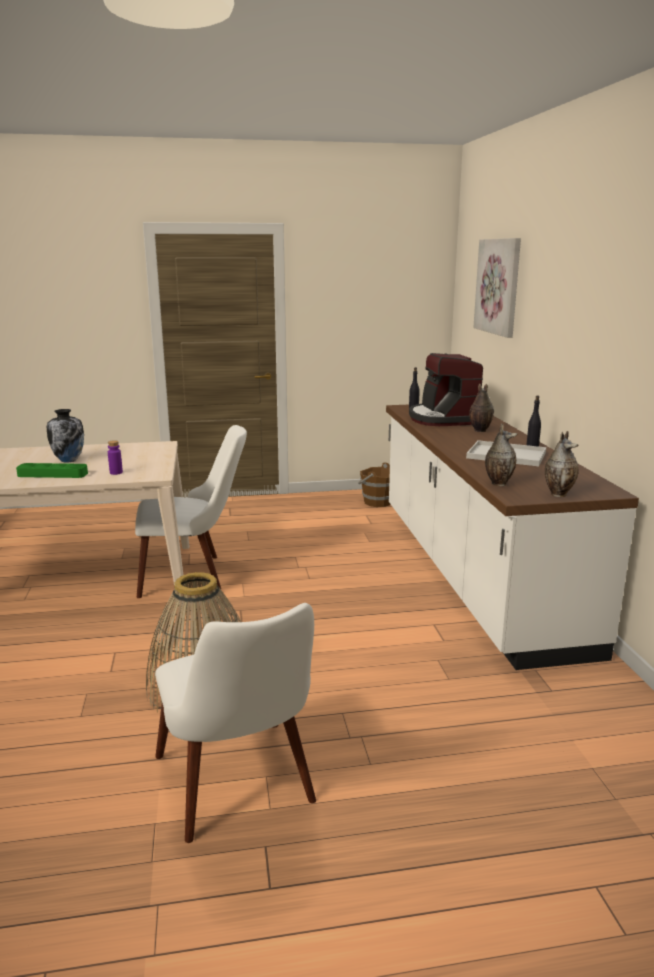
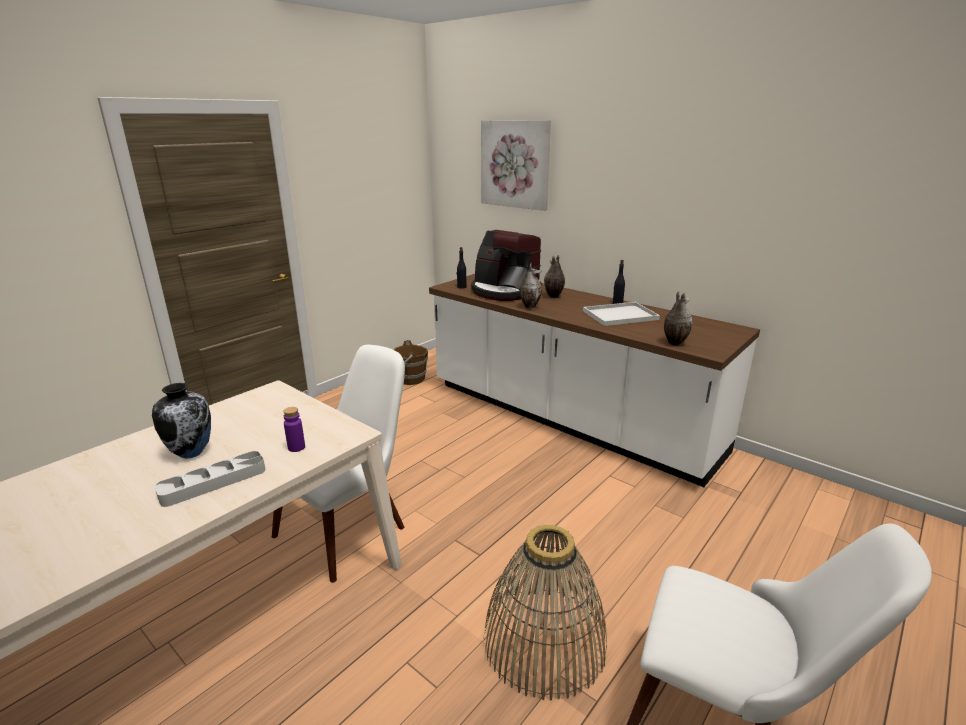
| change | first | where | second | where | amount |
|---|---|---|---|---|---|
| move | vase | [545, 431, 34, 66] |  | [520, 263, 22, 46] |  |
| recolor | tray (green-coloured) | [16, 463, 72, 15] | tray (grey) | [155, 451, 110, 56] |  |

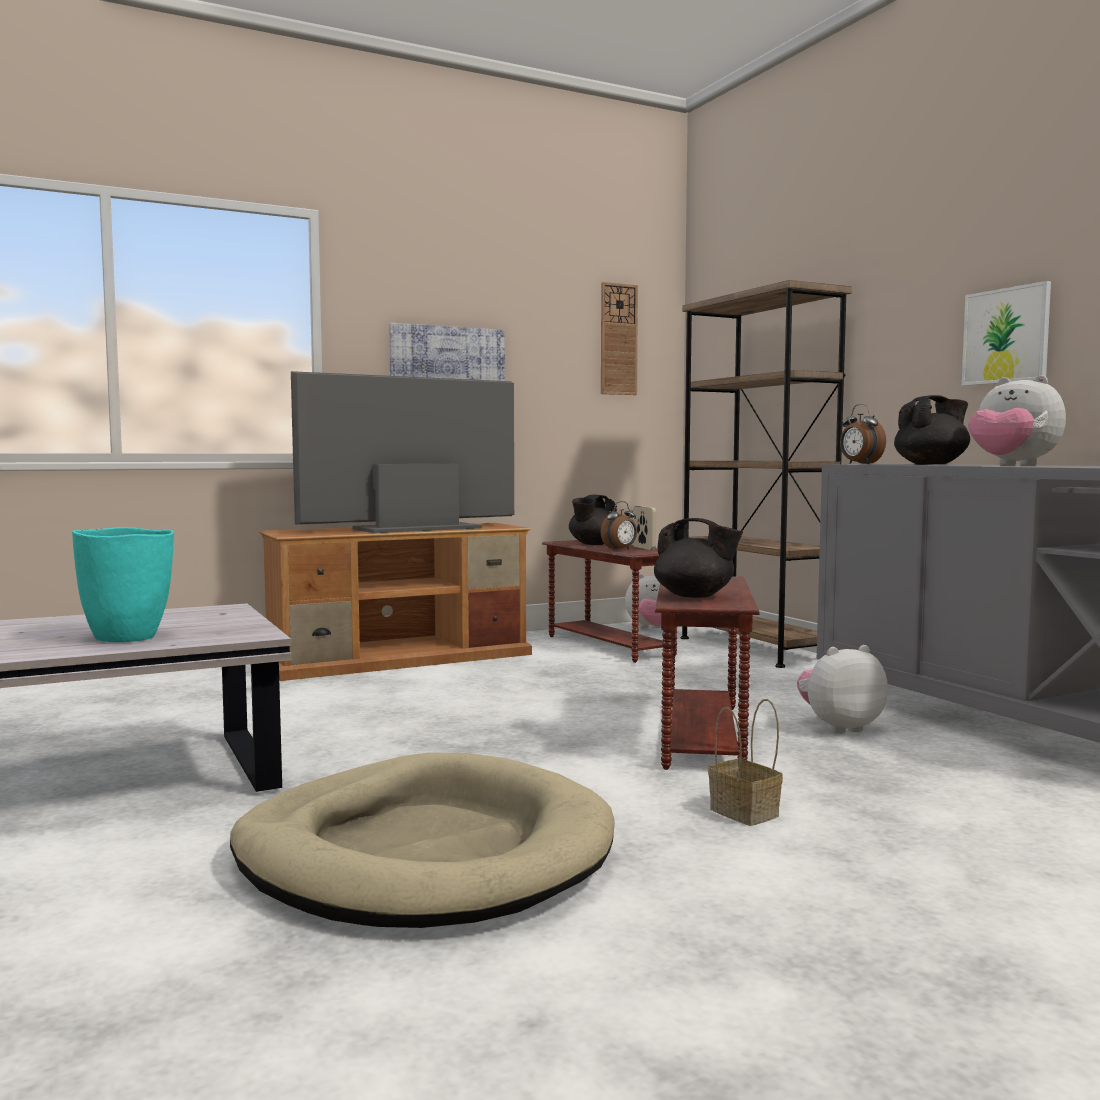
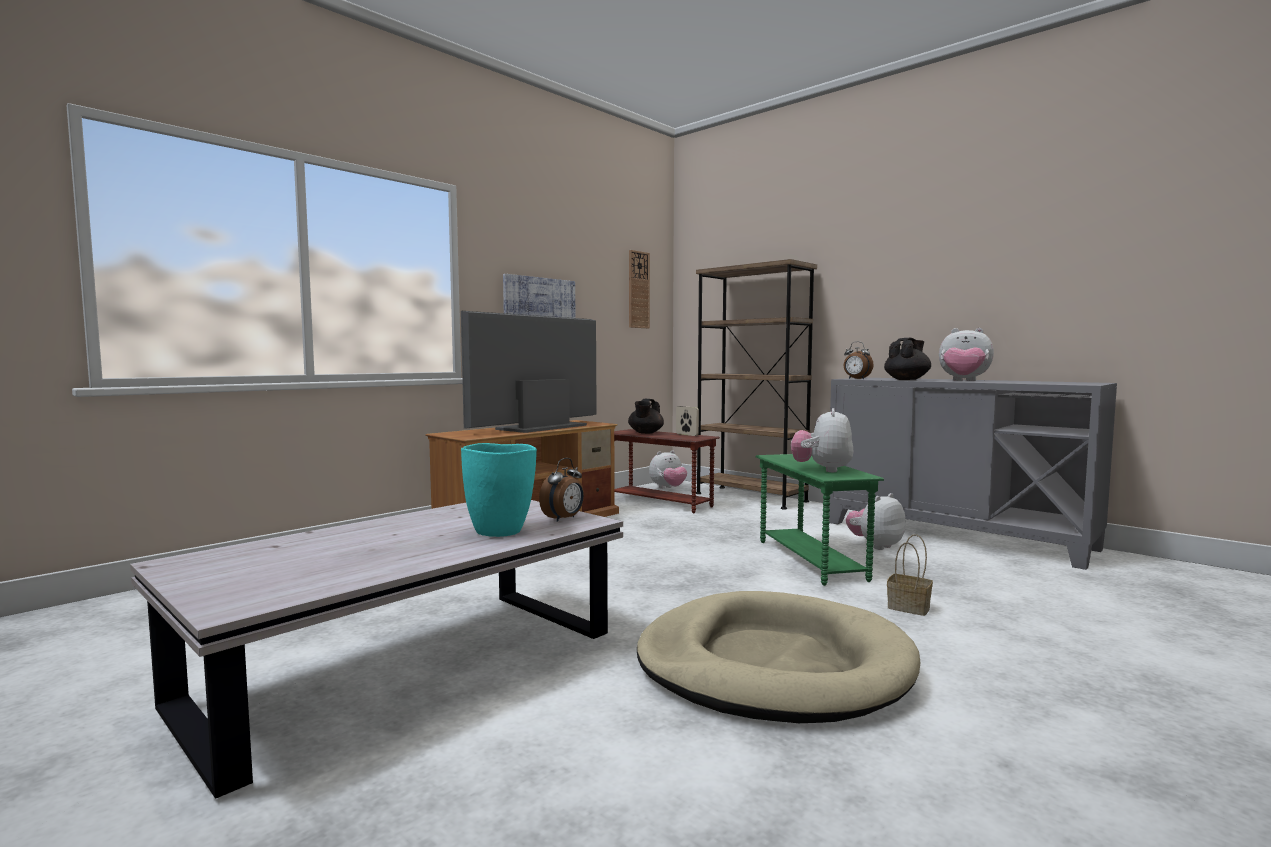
| change | first | where | second | where | amount |
|---|---|---|---|---|---|
| delete | picture | [962, 281, 89, 105] |  |  |  |
| move | bedside clock | [601, 501, 36, 49] |  | [539, 458, 45, 64] |  |
| replace | pot for tea (blackish) | [654, 518, 89, 80] | cuddly toy | [791, 408, 63, 64] |  |
| recolor | accent table (brownish) | [655, 576, 105, 194] | accent table (green-coloured) | [756, 454, 128, 132] |  |

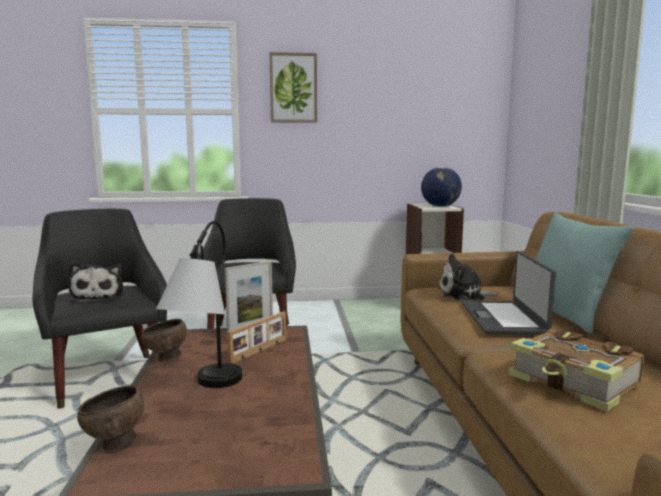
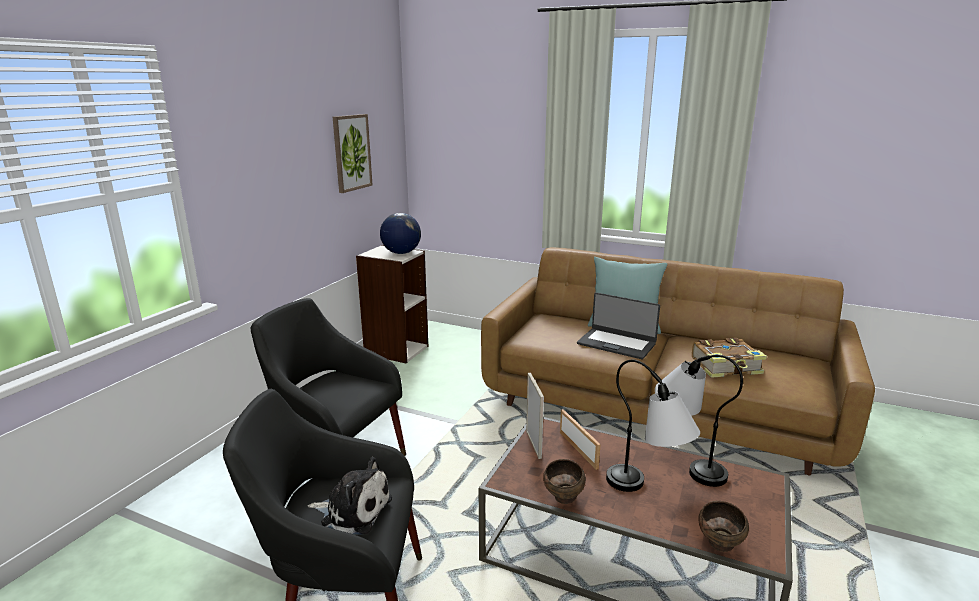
| change | first | where | second | where | amount |
|---|---|---|---|---|---|
| move | picture | [269, 52, 48, 71] |  | [333, 114, 40, 79] |  |
| delete | cuddly toy | [438, 254, 61, 47] |  |  |  |
| insert |  |  | table lamp | [655, 355, 88, 132] |  |

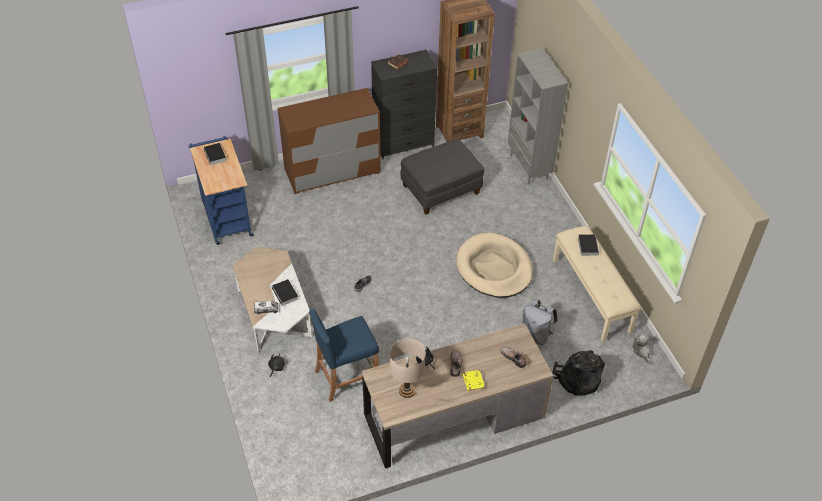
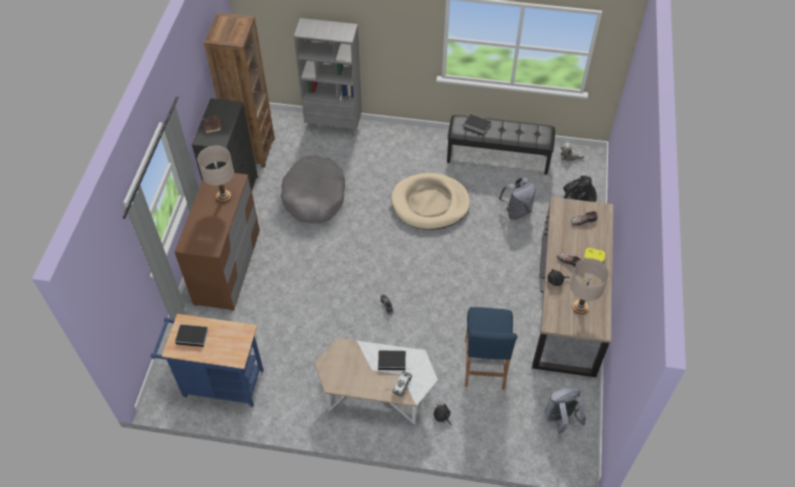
| change | first | where | second | where | amount |
|---|---|---|---|---|---|
| replace | pouffe (grey) | [400, 139, 84, 76] | dog cushion (grey) | [281, 156, 64, 67] |  |
| recolor | long seat (beige-coloured) | [553, 226, 88, 116] | long seat (blackish) | [447, 115, 108, 60] |  |
| insert |  |  | table lamp (beige-coloured) | [197, 145, 37, 58] |  |
| insert |  |  | backpack (grey) | [545, 386, 41, 49] |  |

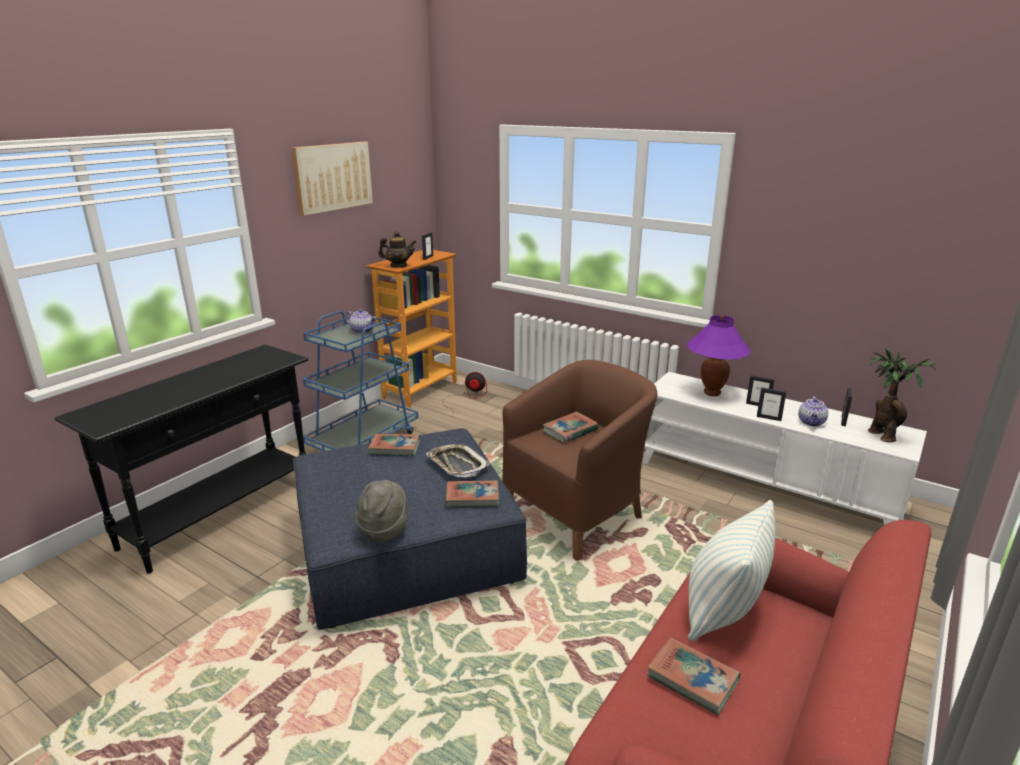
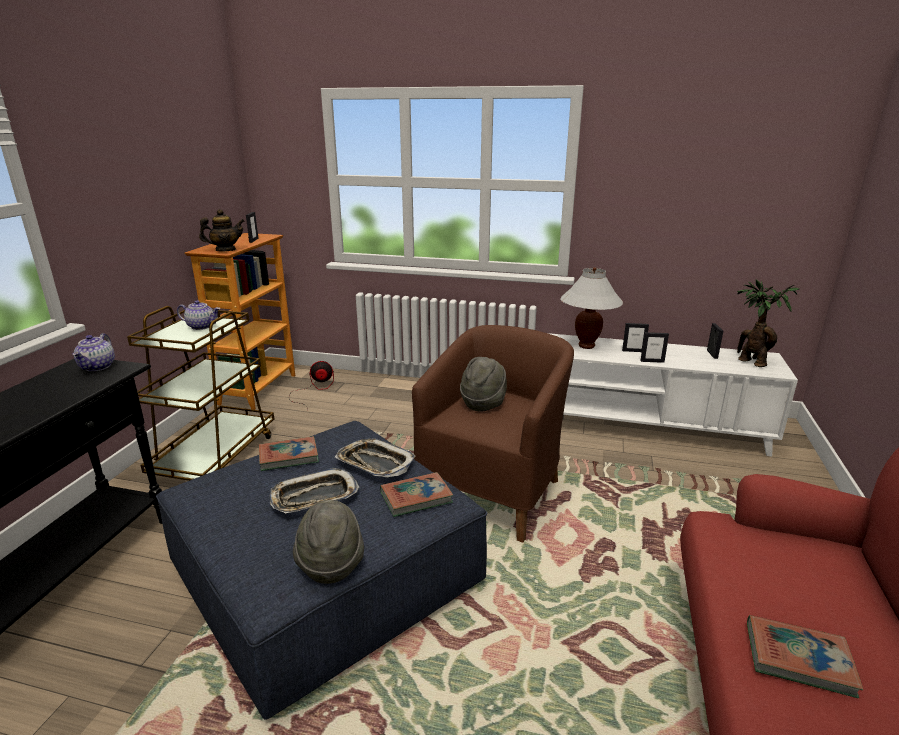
| change | first | where | second | where | amount |
|---|---|---|---|---|---|
| delete | picture | [292, 141, 81, 75] |  |  |  |
| recolor | trolley (blue-coloured) | [303, 311, 115, 140] | trolley (brownish) | [127, 306, 147, 175] |  |
| recolor | table lamp (purple-coloured) | [686, 315, 65, 81] | table lamp (white-coloured) | [560, 268, 63, 81] |  |
| move | pot for tea | [798, 396, 30, 30] |  | [73, 333, 42, 38] |  |
| replace | volume | [543, 412, 56, 31] | clothing hat (grey) | [460, 357, 47, 55] |  |
| delete | throw pillow | [688, 500, 87, 142] |  |  |  |
| insert |  |  | tray | [270, 468, 89, 45] |  |

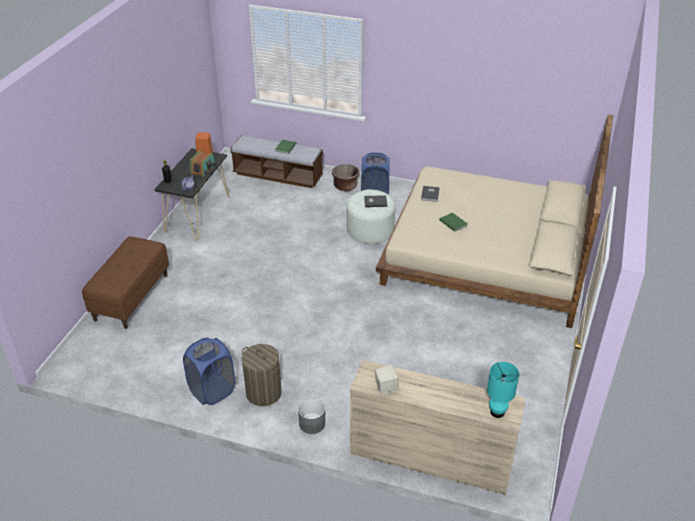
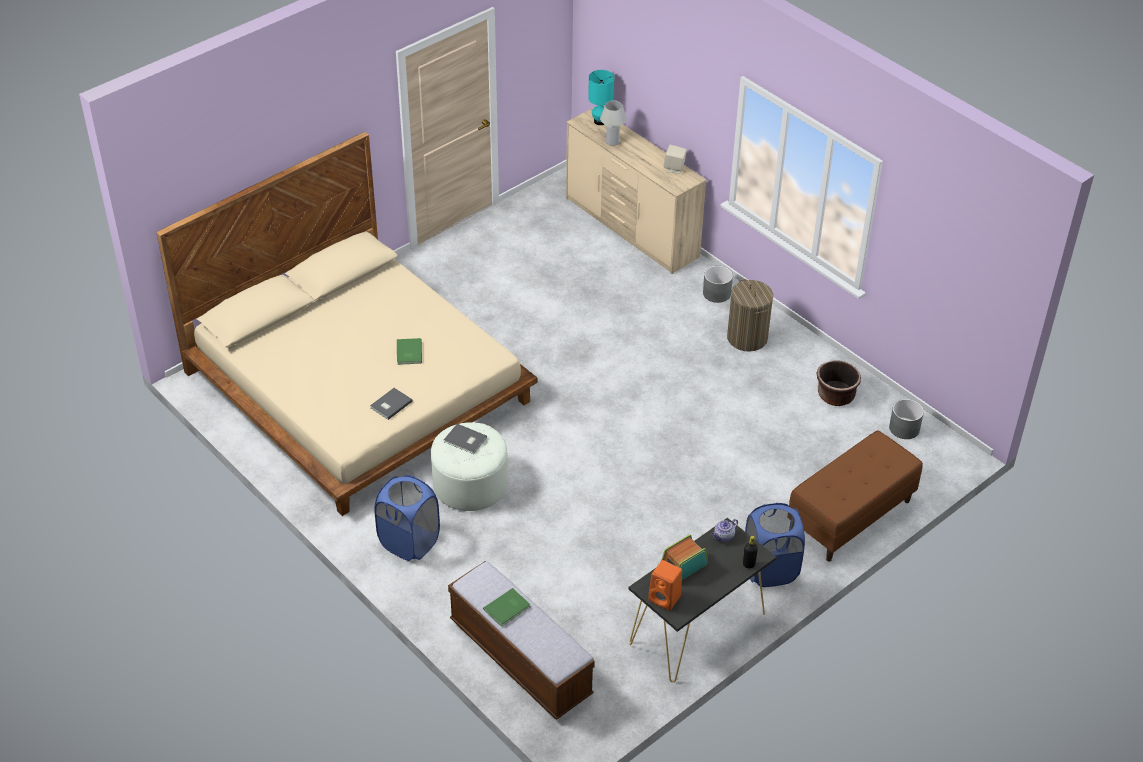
| change | first | where | second | where | amount |
|---|---|---|---|---|---|
| move | plant pot (brownish) | [332, 164, 28, 27] |  | [817, 361, 44, 45] |  |
| move | washing basket (blue-coloured) | [183, 338, 52, 67] |  | [745, 503, 60, 84] |  |
| insert |  |  | table lamp (white-coloured) | [600, 101, 27, 45] |  |
| insert |  |  | plant pot (grey) | [889, 399, 35, 40] |  |

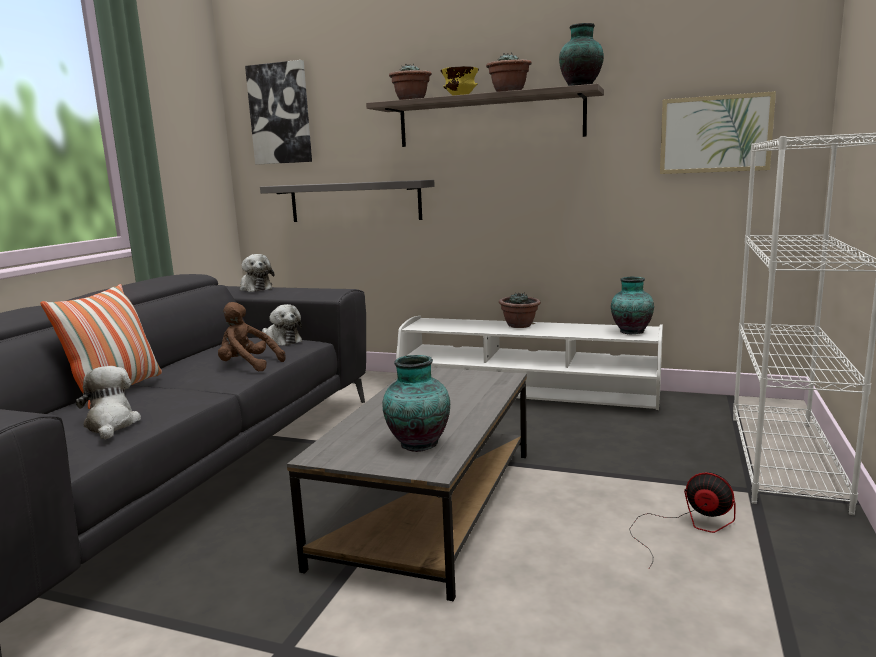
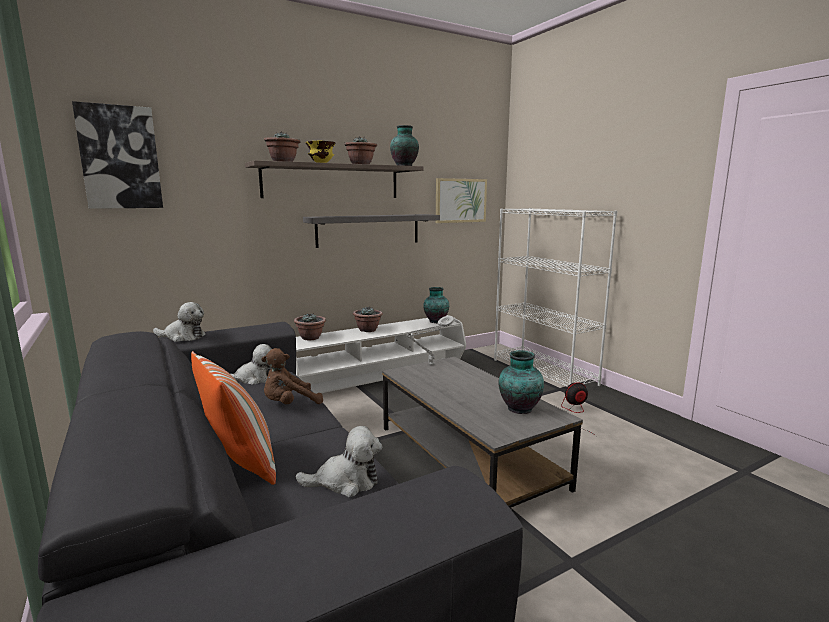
| change | first | where | second | where | amount |
|---|---|---|---|---|---|
| move | bracket shelf (grey) | [260, 180, 175, 42] |  | [303, 214, 137, 34] |  |
| rotate | cuddly toy | [76, 366, 65, 74] |  | [295, 426, 87, 71] | 150 degrees clockwise |
| insert |  |  | houseplant | [294, 313, 32, 27] |  |
| insert |  |  | table lamp (grey) | [407, 316, 47, 49] |  |

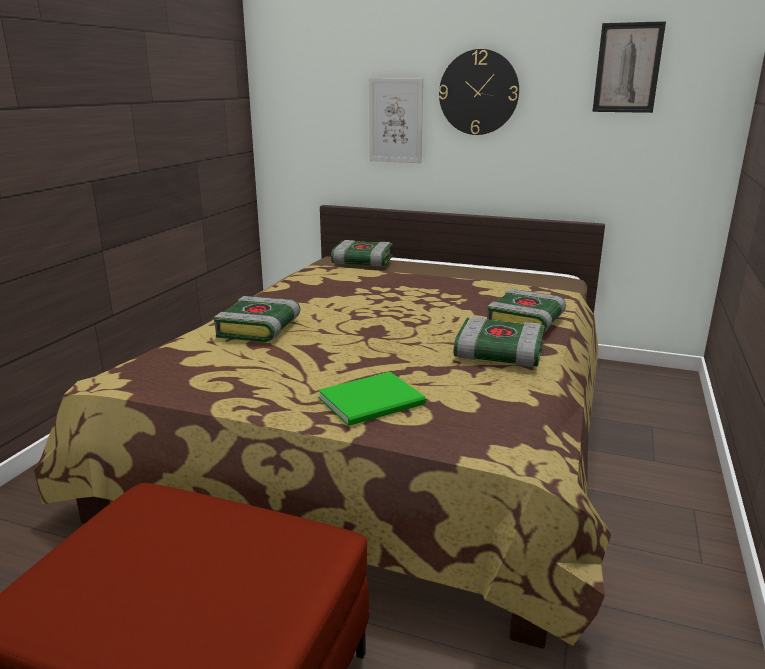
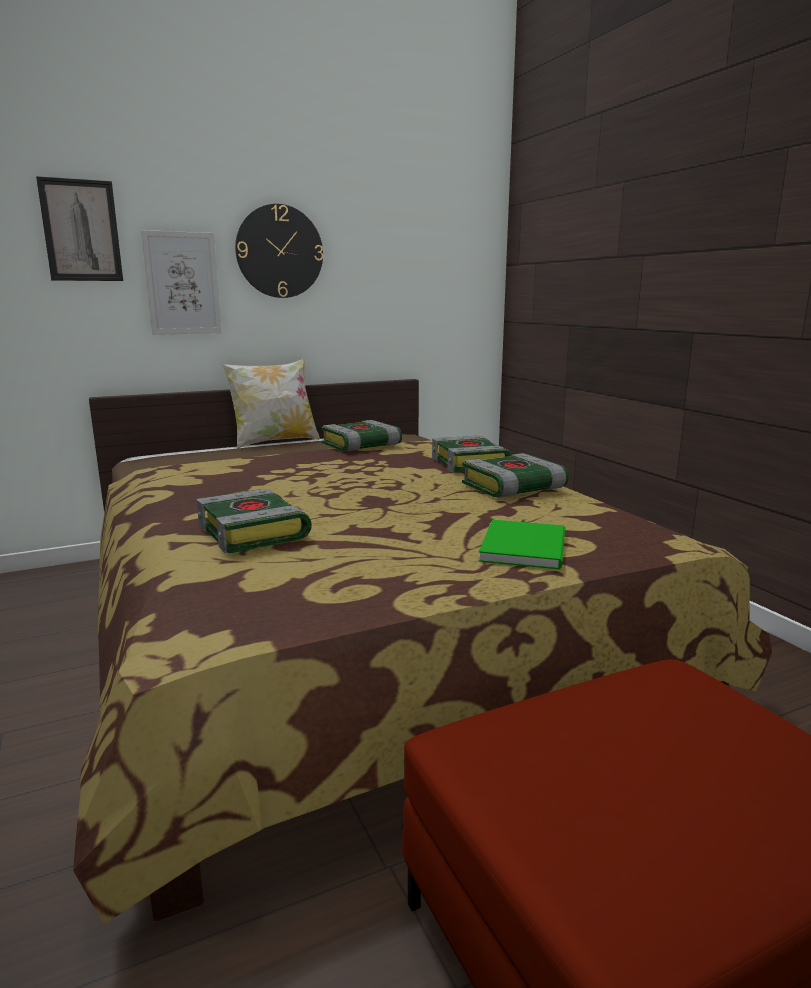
| change | first | where | second | where | amount |
|---|---|---|---|---|---|
| move | picture | [592, 21, 74, 92] |  | [36, 176, 87, 105] |  |
| move | volume | [331, 240, 61, 26] |  | [321, 420, 81, 31] |  |
| insert |  |  | throw pillow | [222, 358, 98, 91] |  |

